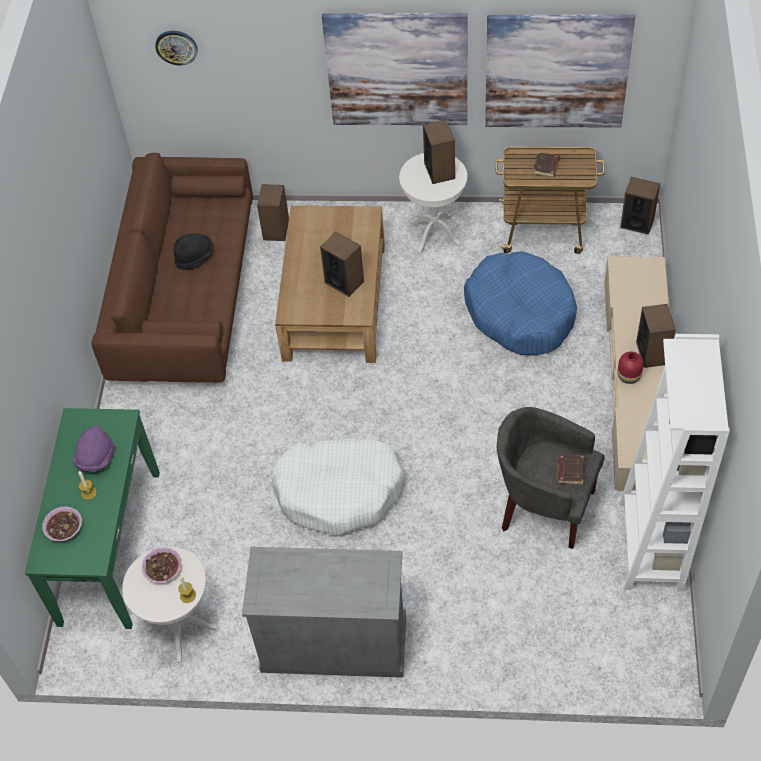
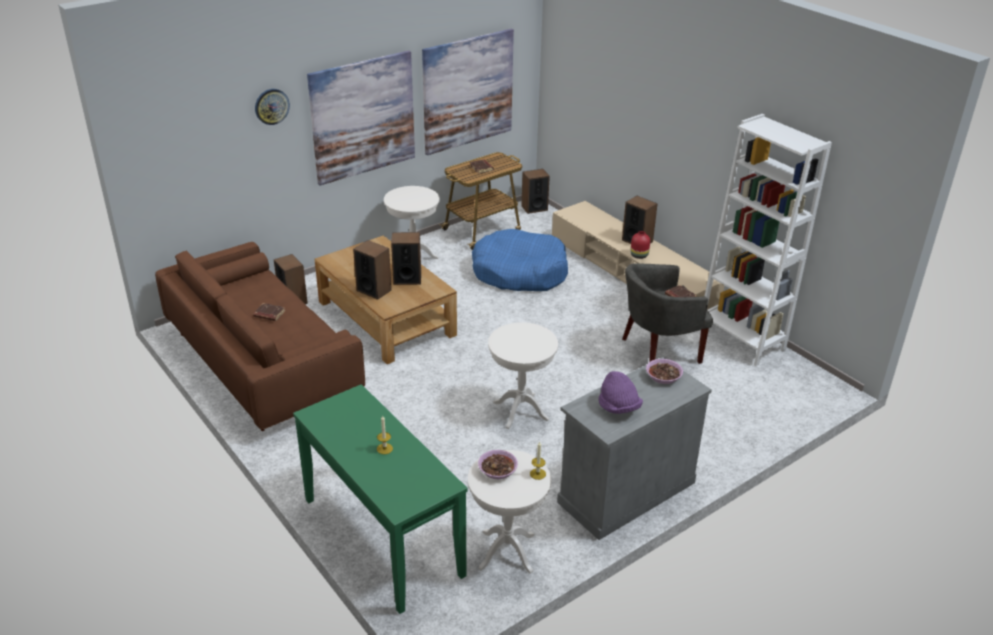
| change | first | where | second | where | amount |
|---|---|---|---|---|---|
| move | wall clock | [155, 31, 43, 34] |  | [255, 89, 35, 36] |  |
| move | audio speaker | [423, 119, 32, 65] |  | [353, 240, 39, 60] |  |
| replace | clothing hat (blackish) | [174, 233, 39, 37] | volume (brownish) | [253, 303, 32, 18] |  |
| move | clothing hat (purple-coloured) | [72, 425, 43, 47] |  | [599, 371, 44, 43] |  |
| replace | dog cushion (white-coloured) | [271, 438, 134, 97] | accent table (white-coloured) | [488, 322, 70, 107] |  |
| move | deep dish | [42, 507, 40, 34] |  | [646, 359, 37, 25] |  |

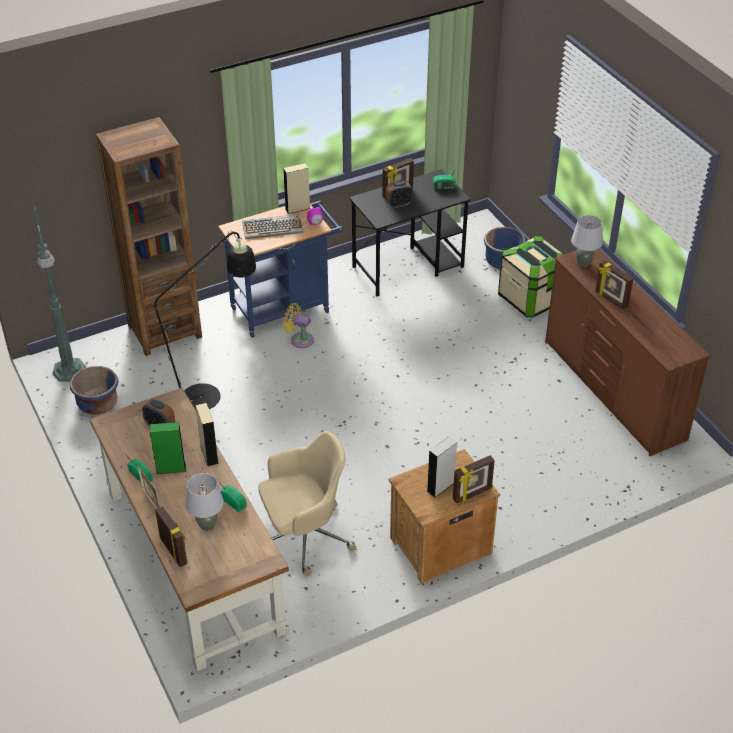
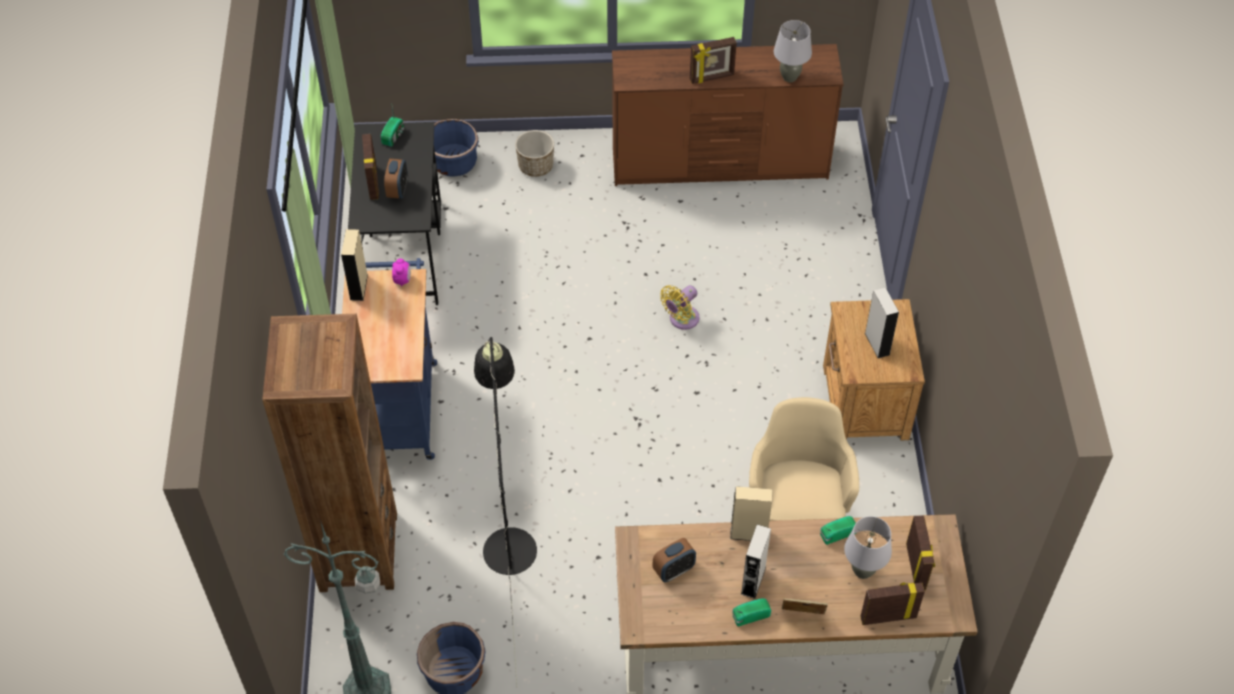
| change | first | where | second | where | amount |
|---|---|---|---|---|---|
| delete | keyboard | [242, 214, 62, 25] |  |  |  |
| move | table lamp (grey) | [571, 215, 32, 52] |  | [774, 20, 38, 62] |  |
| replace | storage bin | [498, 236, 66, 82] | plant pot | [515, 130, 39, 47] |  |
| move | cooling fan (yellow-coloured) | [283, 303, 31, 45] |  | [660, 285, 39, 45] |  |
| recolor | audio speaker (green-coloured) | [150, 422, 36, 52] | audio speaker (grey) | [741, 524, 30, 75] |  |
| move | photo frame | [453, 455, 42, 49] |  | [906, 515, 29, 76] |  |

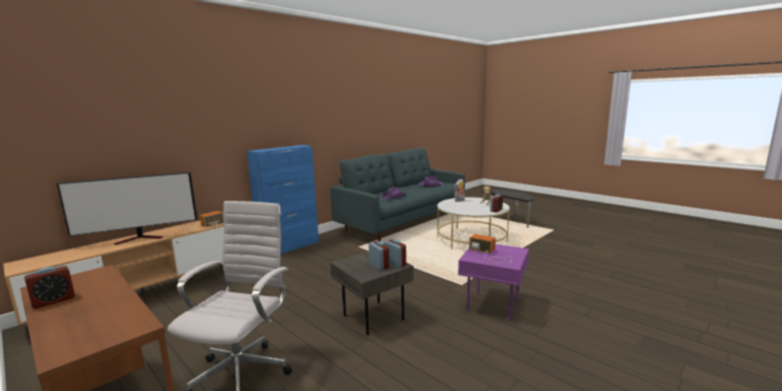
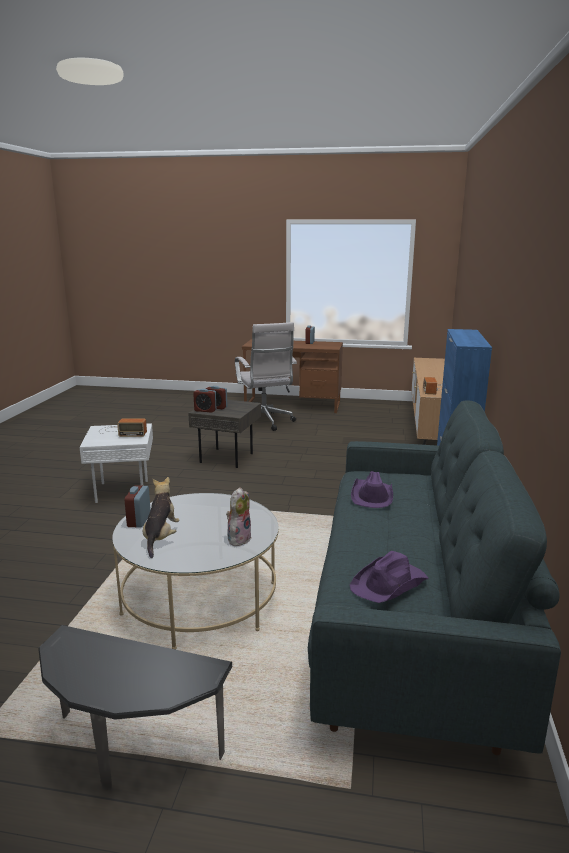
| change | first | where | second | where | amount |
|---|---|---|---|---|---|
| delete | TV set | [57, 172, 140, 73] |  |  |  |
| recolor | accent table (purple-coloured) | [458, 244, 71, 77] | accent table (white-coloured) | [80, 423, 73, 80] |  |

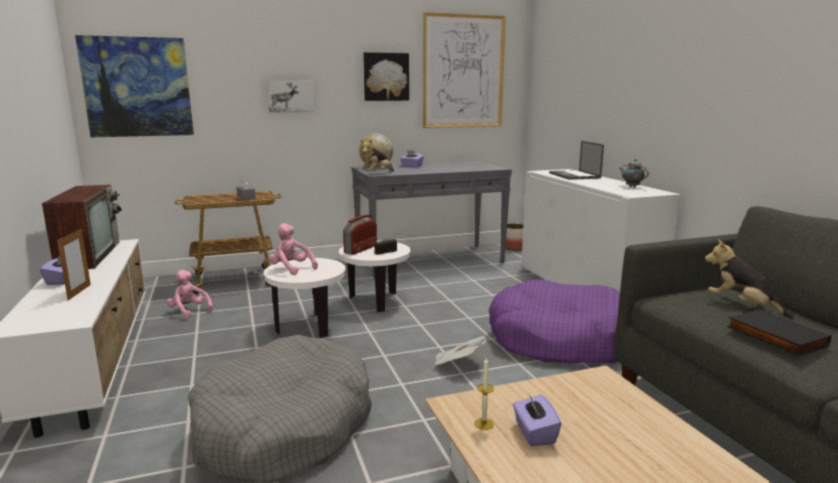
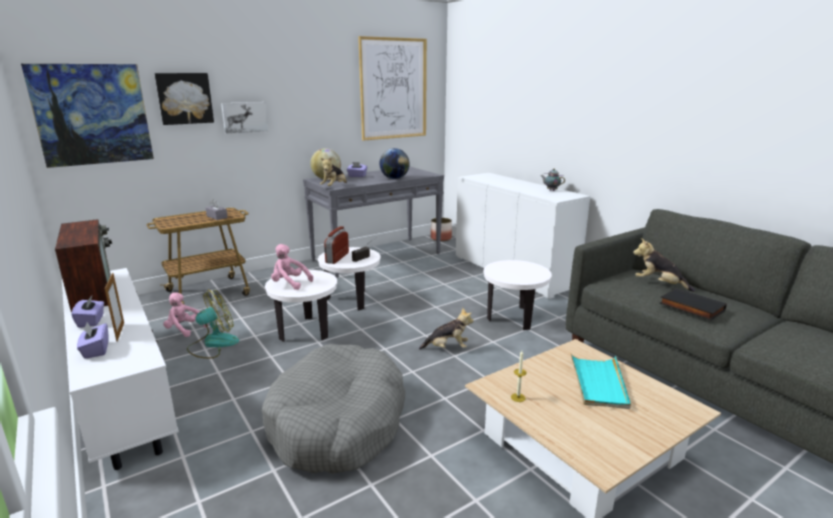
| change | first | where | second | where | amount |
|---|---|---|---|---|---|
| move | picture | [363, 52, 46, 49] |  | [155, 73, 59, 52] |  |
| delete | laptop | [549, 141, 55, 39] |  |  |  |
| replace | dog cushion (purple-coloured) | [489, 280, 131, 83] | accent table (white-coloured) | [483, 260, 69, 70] |  |
| replace | newspaper | [434, 336, 53, 30] | cuddly toy | [419, 308, 55, 42] |  |
| move | tissue holder (purple-coloured) | [513, 394, 48, 52] |  | [77, 322, 31, 37] |  |
| insert |  |  | globe | [379, 148, 31, 31] |  |
| insert |  |  | cooling fan | [187, 290, 52, 68] |  |
| insert |  |  | tray (turquoise-coloured) | [570, 352, 61, 57] |  |

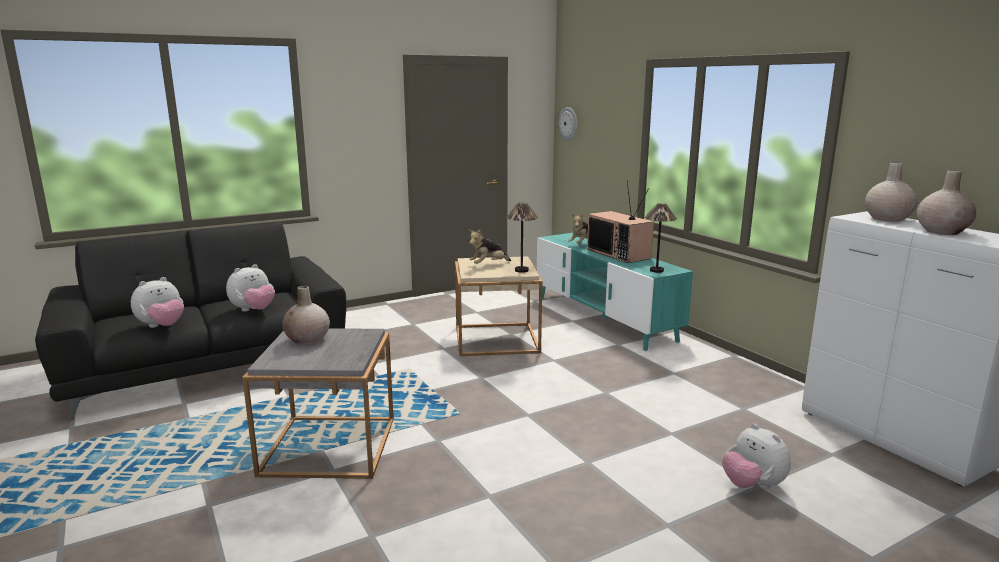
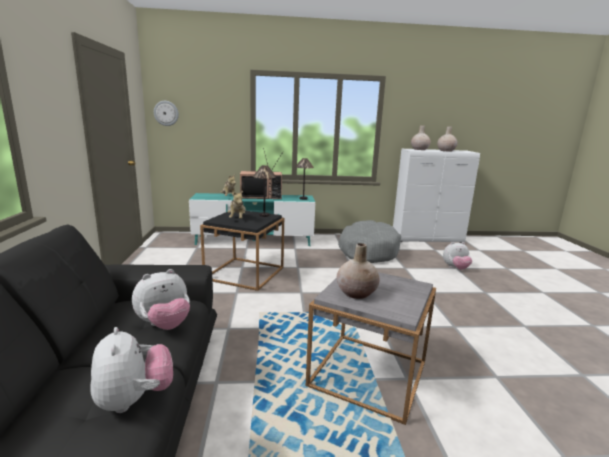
| change | first | where | second | where | amount |
|---|---|---|---|---|---|
| recolor | accent table (beige-coloured) | [455, 256, 87, 100] | accent table (blackish) | [200, 211, 84, 80] |  |
| rotate | cuddly toy | [226, 264, 49, 48] |  | [132, 269, 58, 61] | 75 degrees clockwise |
| insert |  |  | dog cushion (grey) | [338, 220, 63, 43] |  |

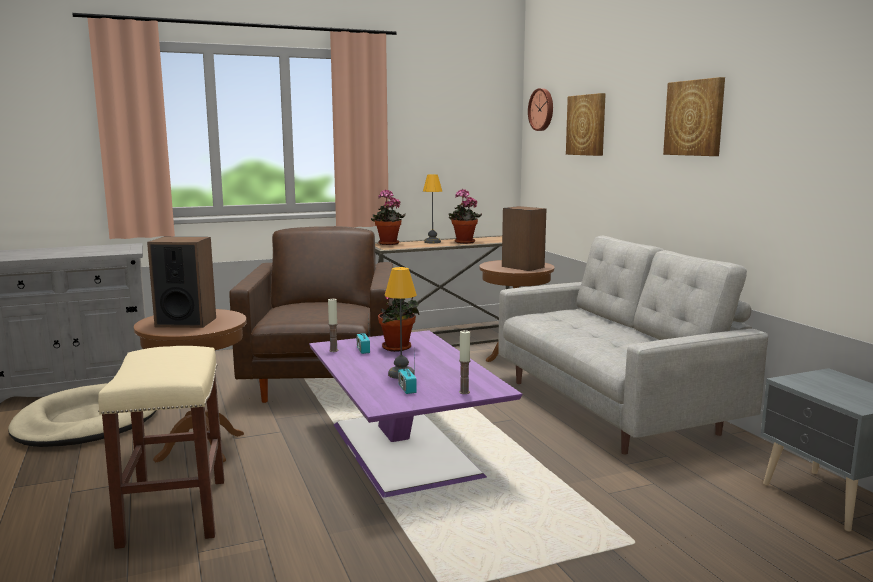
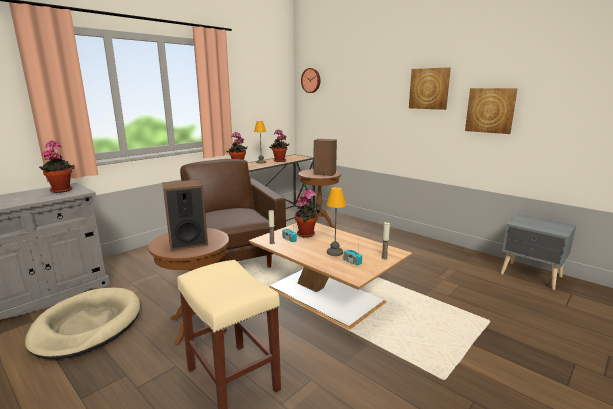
| change | first | where | second | where | amount |
|---|---|---|---|---|---|
| move | picture | [566, 93, 40, 63] |  | [465, 88, 53, 46] |  |
| delete | couch (grey) | [498, 235, 270, 219] |  |  |  |
| recolor | low table (purple-coloured) | [309, 330, 213, 168] | low table (brownish) | [249, 223, 163, 108] |  |
| insert |  |  | houseplant | [39, 140, 36, 53] |  |

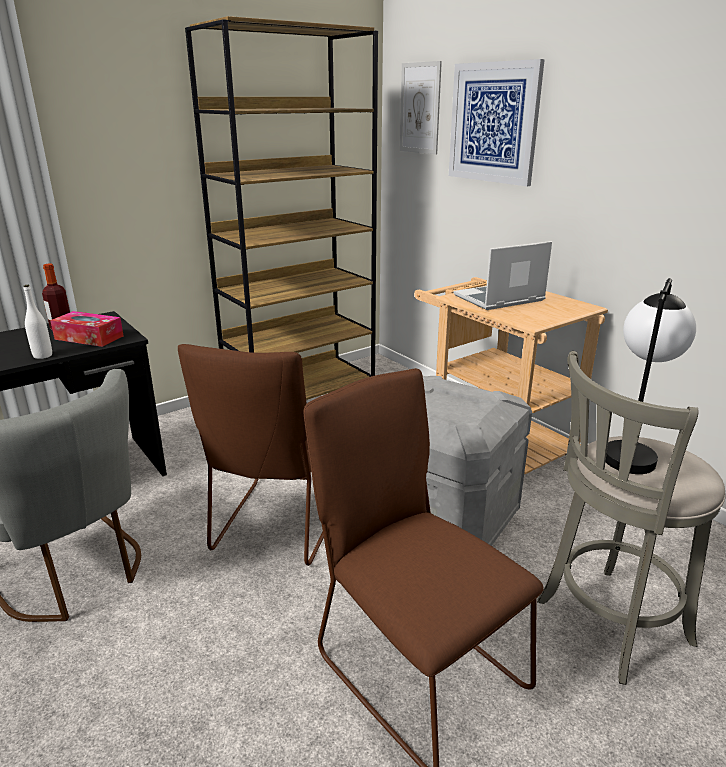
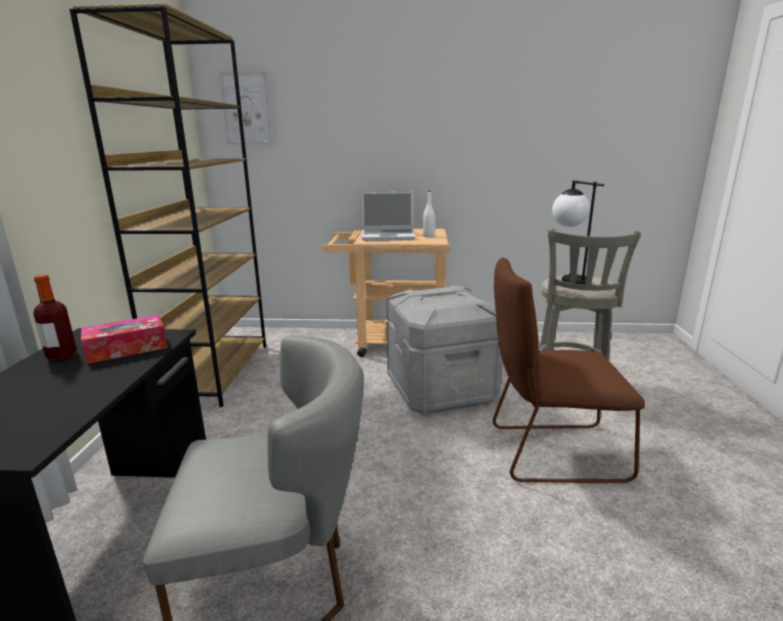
| change | first | where | second | where | amount |
|---|---|---|---|---|---|
| delete | picture | [449, 59, 96, 127] |  |  |  |
| rotate | laptop | [453, 241, 99, 69] |  | [362, 192, 53, 49] | 105 degrees counterclockwise |
| move | drink bottle (white-coloured) | [23, 285, 29, 74] |  | [423, 191, 12, 46] |  |
| delete | plain chair (brownish) | [178, 344, 146, 222] |  |  |  |

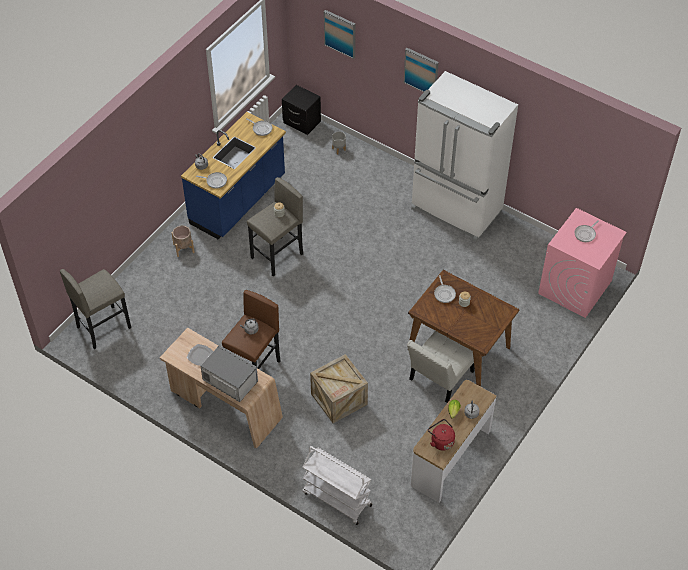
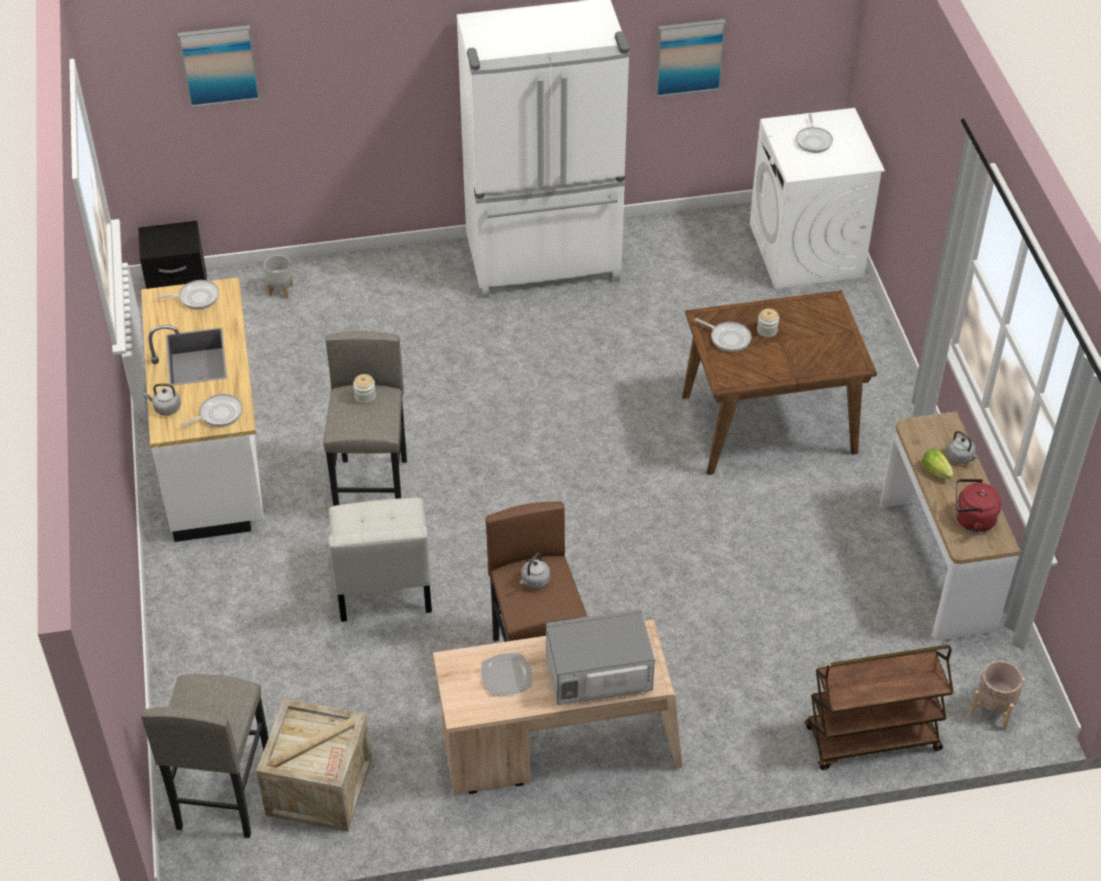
| change | first | where | second | where | amount |
|---|---|---|---|---|---|
| move | picture | [404, 48, 35, 44] |  | [655, 19, 71, 78] |  |
| recolor | kitchen counter (blue-coloured) | [181, 112, 105, 127] | kitchen counter (white-coloured) | [141, 277, 123, 265] |  |
| recolor | washing machine (pinkish) | [538, 208, 89, 110] | washing machine (white-coloured) | [749, 108, 136, 180] |  |
| move | plant pot (beige-coloured) | [172, 226, 23, 31] |  | [968, 661, 57, 70] |  |
| move | plain chair (white-coloured) | [407, 331, 68, 72] |  | [328, 498, 104, 124] |  |
| move | shipping crate | [310, 354, 58, 69] |  | [256, 699, 116, 133] |  |
| recolor | trolley (white-coloured) | [302, 446, 70, 79] | trolley (brownish) | [805, 645, 149, 125] |  |

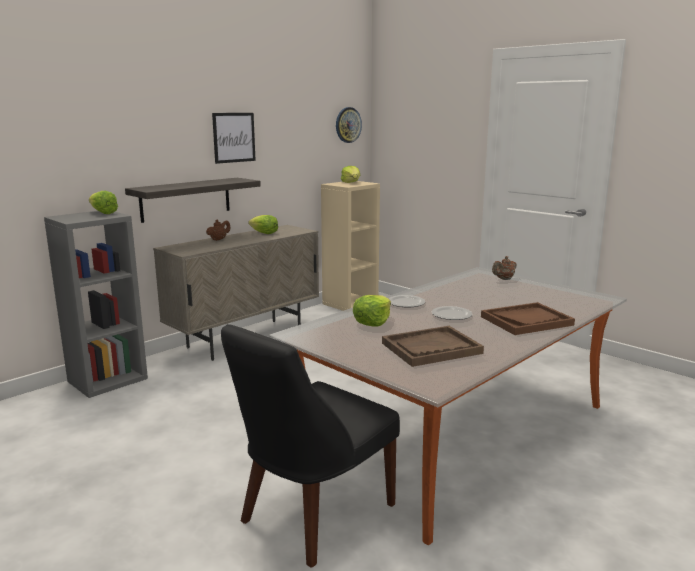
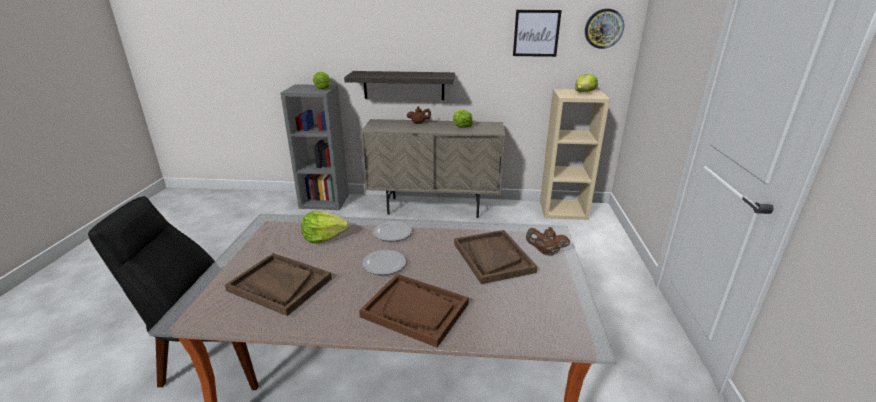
| change | first | where | second | where | amount |
|---|---|---|---|---|---|
| move | picture | [212, 113, 44, 51] |  | [513, 10, 49, 47] |  |
| insert |  |  | tray (brownish) | [454, 230, 83, 54] |  |

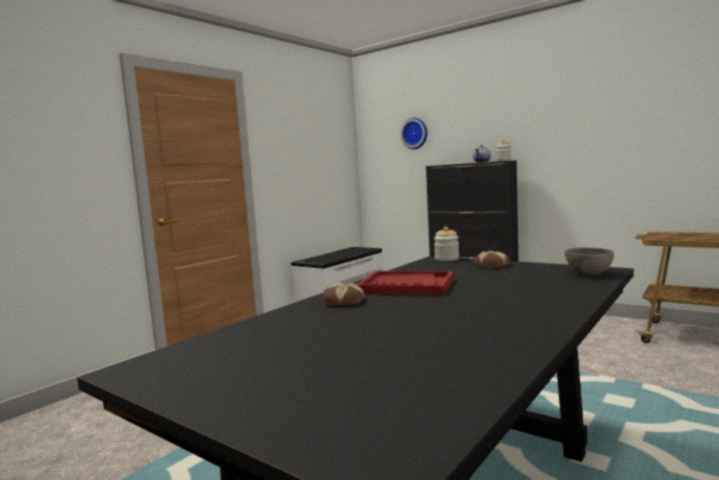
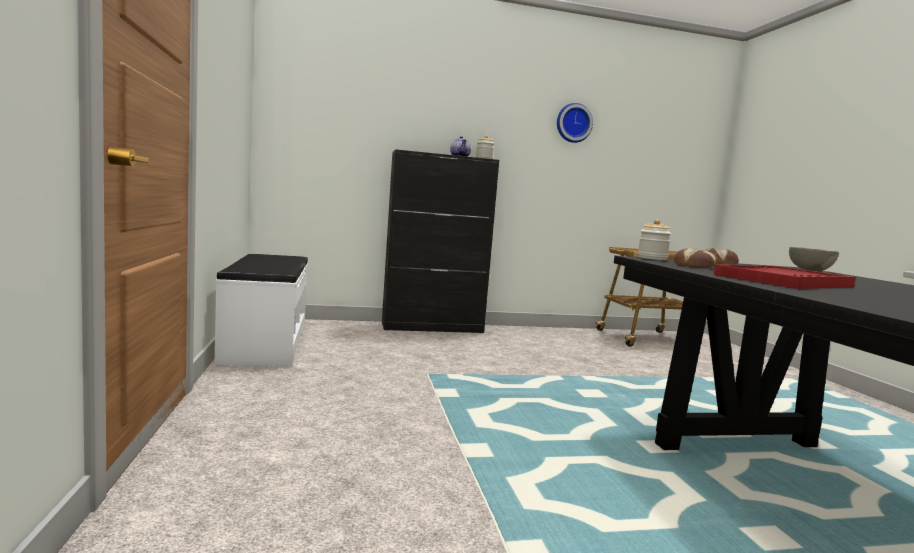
| change | first | where | second | where | amount |
|---|---|---|---|---|---|
| move | wall clock | [400, 118, 27, 31] |  | [557, 103, 36, 40] |  |
| move | bread | [323, 282, 42, 23] |  | [674, 248, 44, 19] |  |

